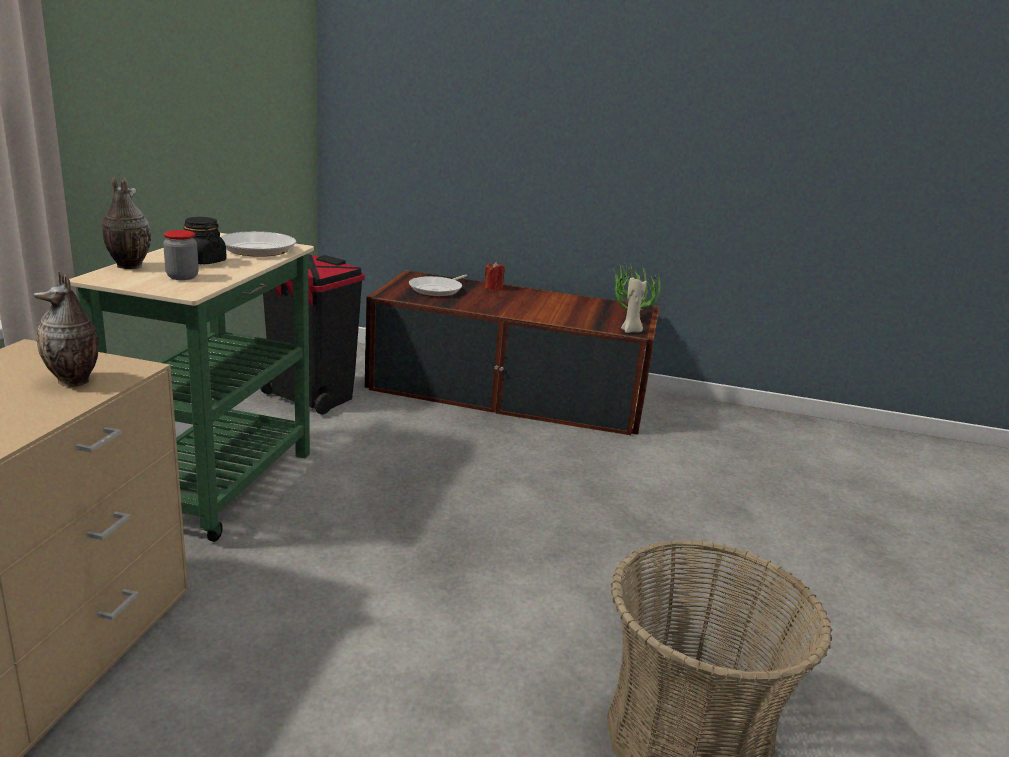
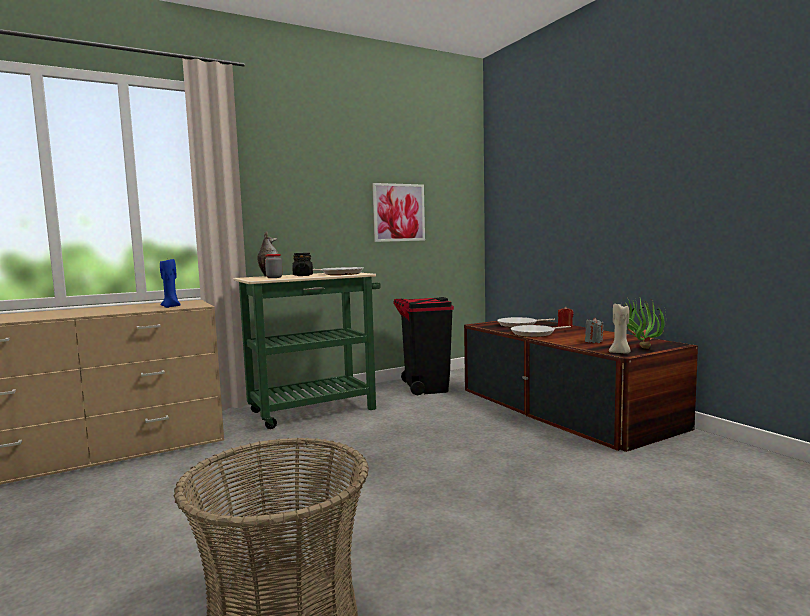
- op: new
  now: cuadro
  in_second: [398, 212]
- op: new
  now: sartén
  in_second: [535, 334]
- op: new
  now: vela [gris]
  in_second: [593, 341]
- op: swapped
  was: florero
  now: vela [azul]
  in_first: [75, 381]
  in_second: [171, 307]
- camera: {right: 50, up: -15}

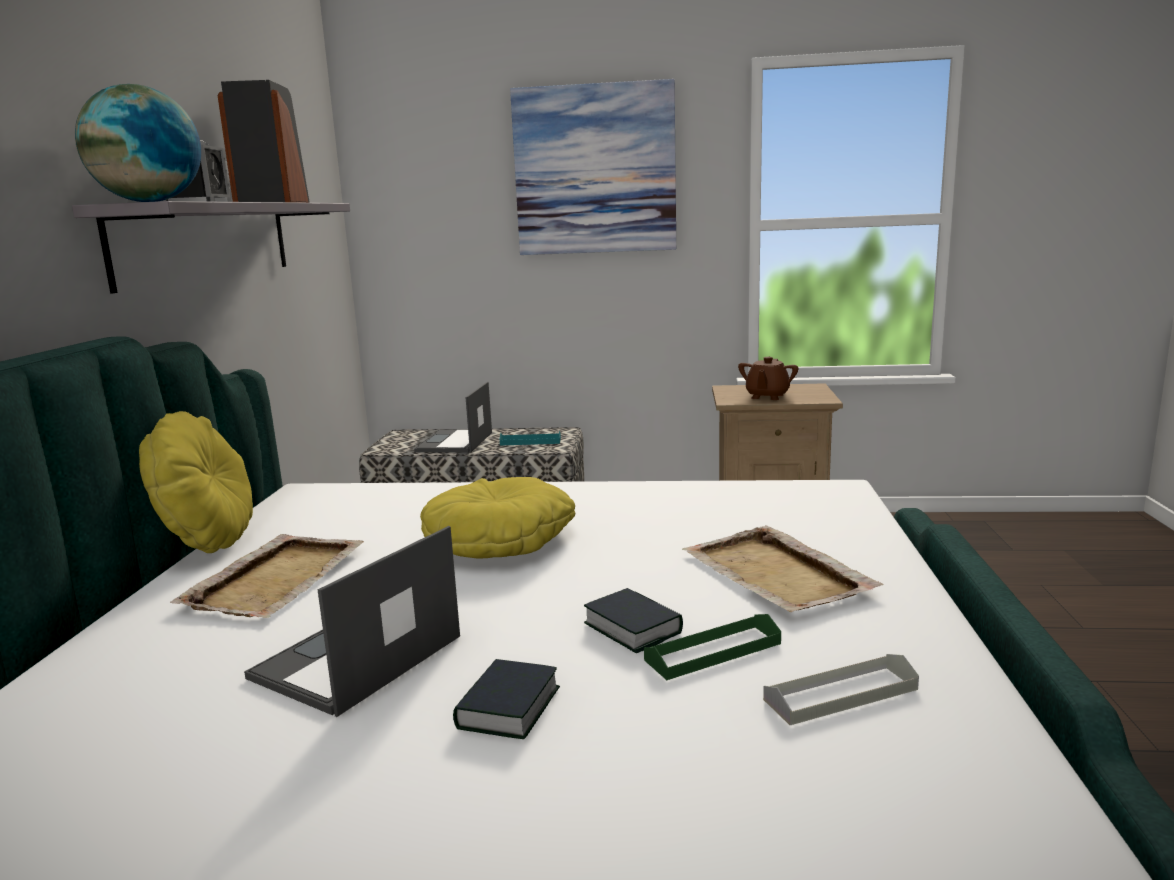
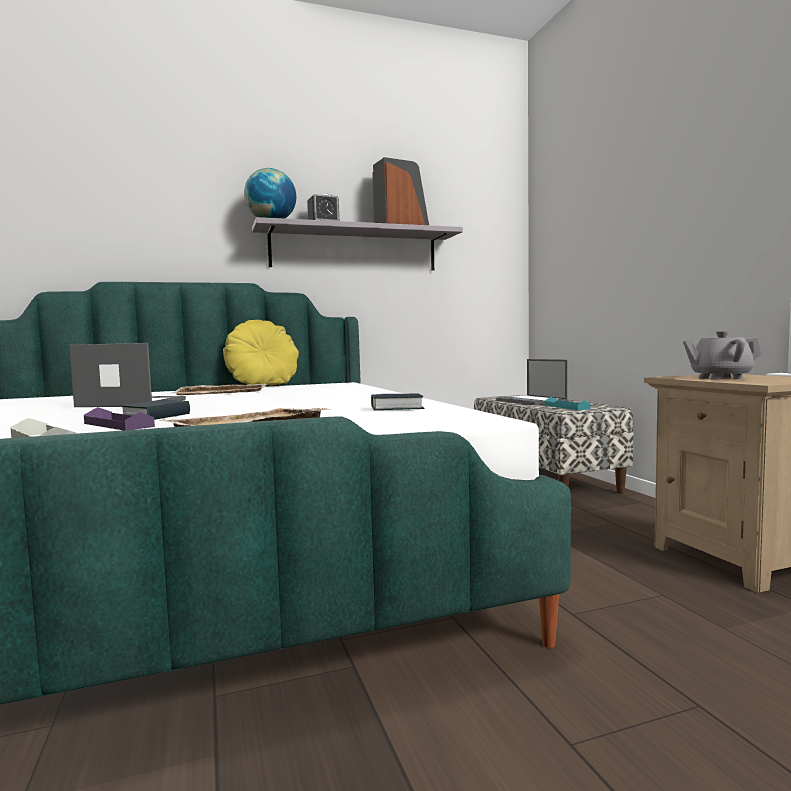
- op: gone
  was: cojín [amarillo]
  in_first: [496, 539]
- op: gone
  was: cuadro
  in_first: [595, 170]
- op: shifted
  was: libro
  in_first: [508, 708]
  in_second: [397, 408]
- op: repainted
  was: bandeja [verde]
  now: bandeja [morado]
  in_first: [713, 652]
  in_second: [118, 425]
- op: repainted
  was: tetera [marrón]
  now: tetera [gris]
  in_first: [767, 396]
  in_second: [720, 378]
- op: rotated
  was: portátil
  in_first: [455, 442]
  in_second: [532, 401]
  clockwise: -105
- camera: {right: 65, up: -10}

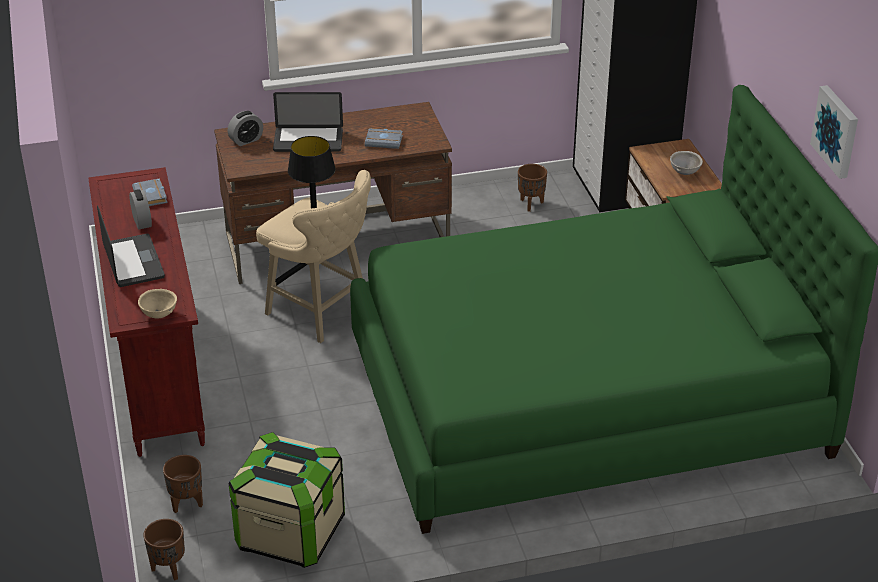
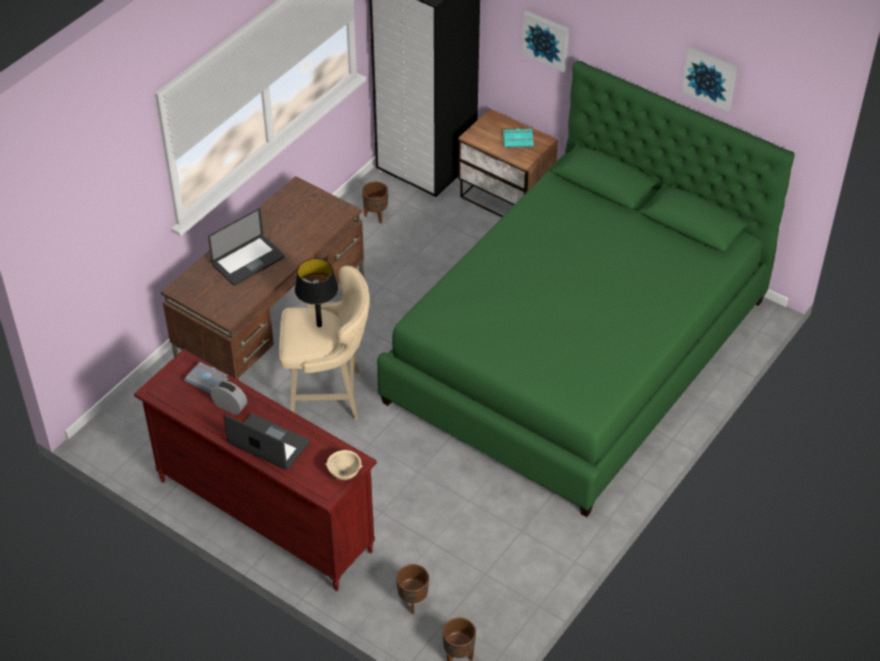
- op: gone
  was: despertador
  in_first: [246, 140]
- op: gone
  was: caja de almacenaje
  in_first: [290, 533]
- op: gone
  was: libro [gris]
  in_first: [384, 141]
- op: new
  now: cuadro
  in_second: [546, 39]
- op: swapped
  was: cuenco [gris]
  now: libro [turquesa]
  in_first: [685, 172]
  in_second: [518, 139]
- camera: {right: -40, up: 10}

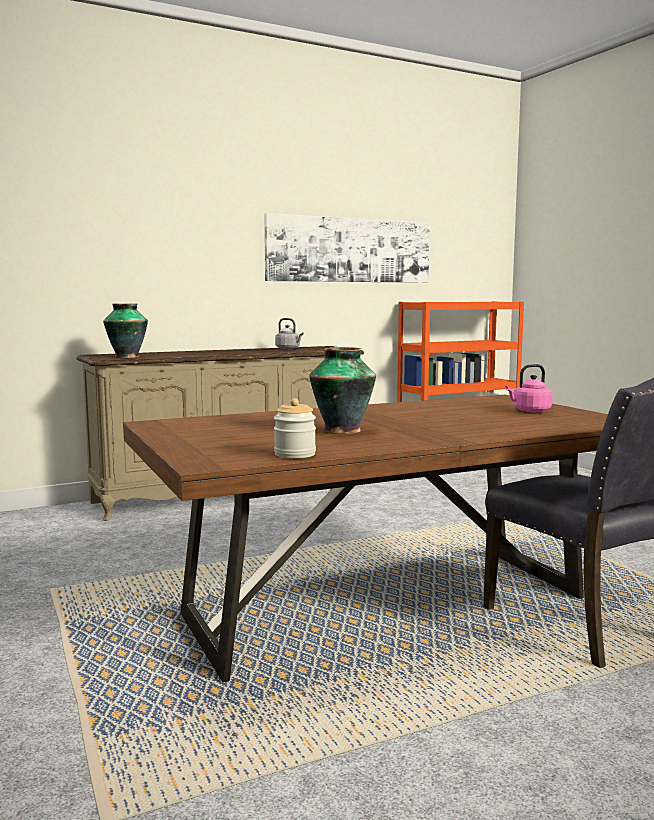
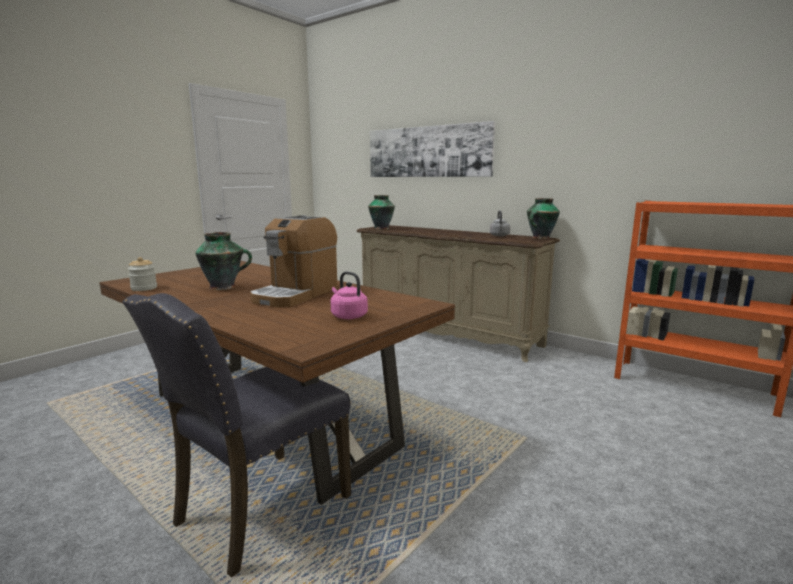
- op: new
  now: cafetera
  in_second: [296, 294]
- op: new
  now: florero
  in_second: [540, 238]
- op: shifted
  was: cuadro
  in_first: [350, 250]
  in_second: [427, 152]
- camera: {right: 65, up: 5}

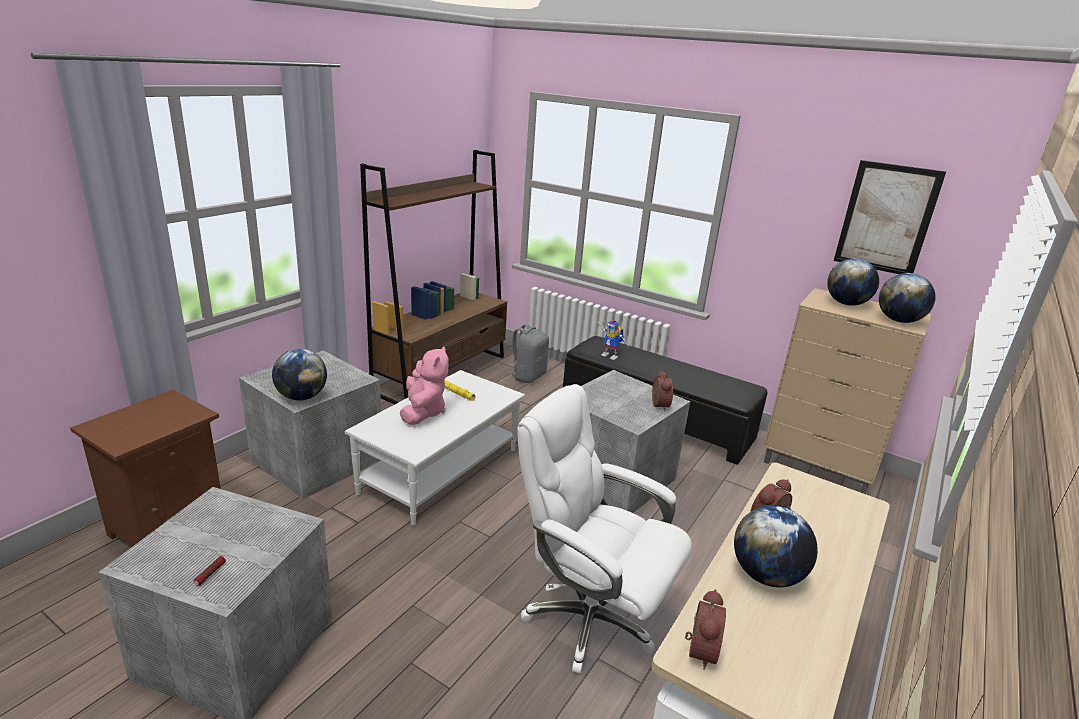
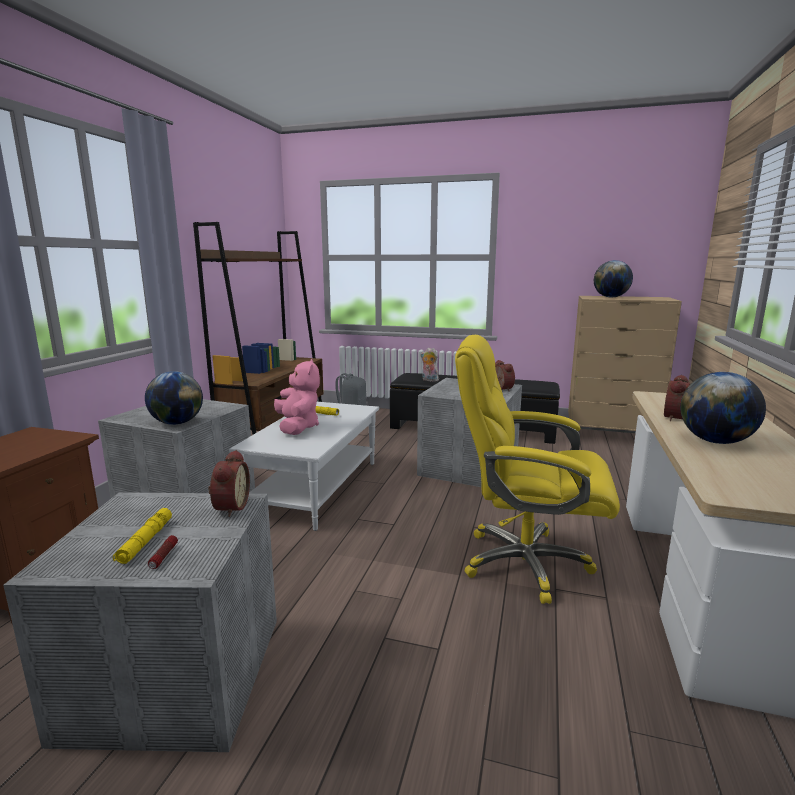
- op: gone
  was: cuadro
  in_first: [886, 218]
- op: gone
  was: globo terráqueo
  in_first: [899, 321]
- op: new
  now: linterna [amarillo]
  in_second: [145, 541]
- op: shifted
  was: despertador
  in_first: [698, 650]
  in_second: [229, 507]
- op: swapped
  was: robot de juguete
  now: peluche
  in_first: [612, 356]
  in_second: [429, 380]
- op: repainted
  was: silla de oficina [blanco]
  now: silla de oficina [amarillo]
  in_first: [592, 620]
  in_second: [528, 563]
- camera: {right: -15, up: -10}

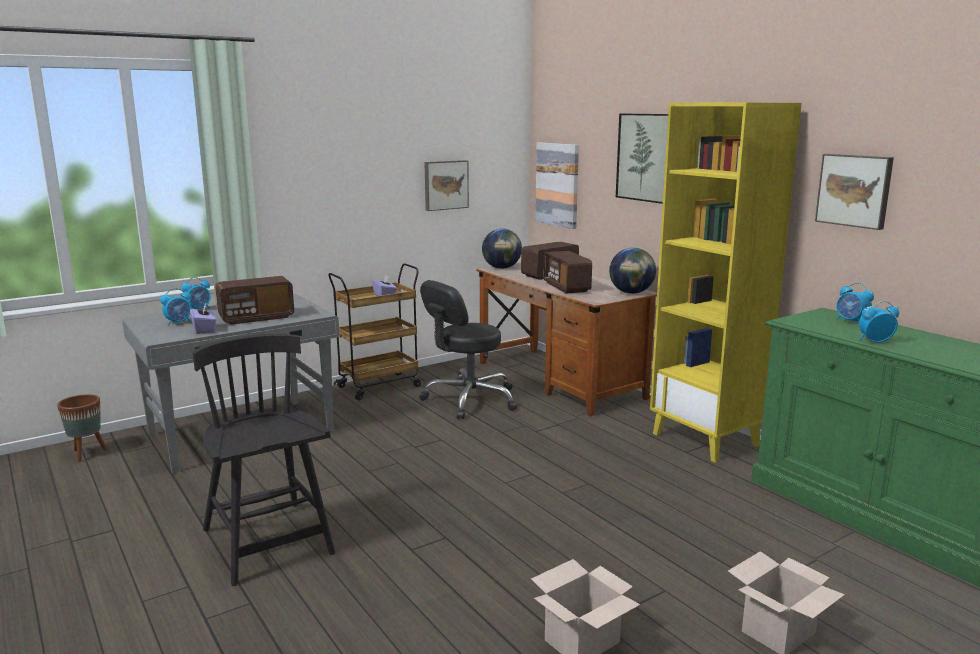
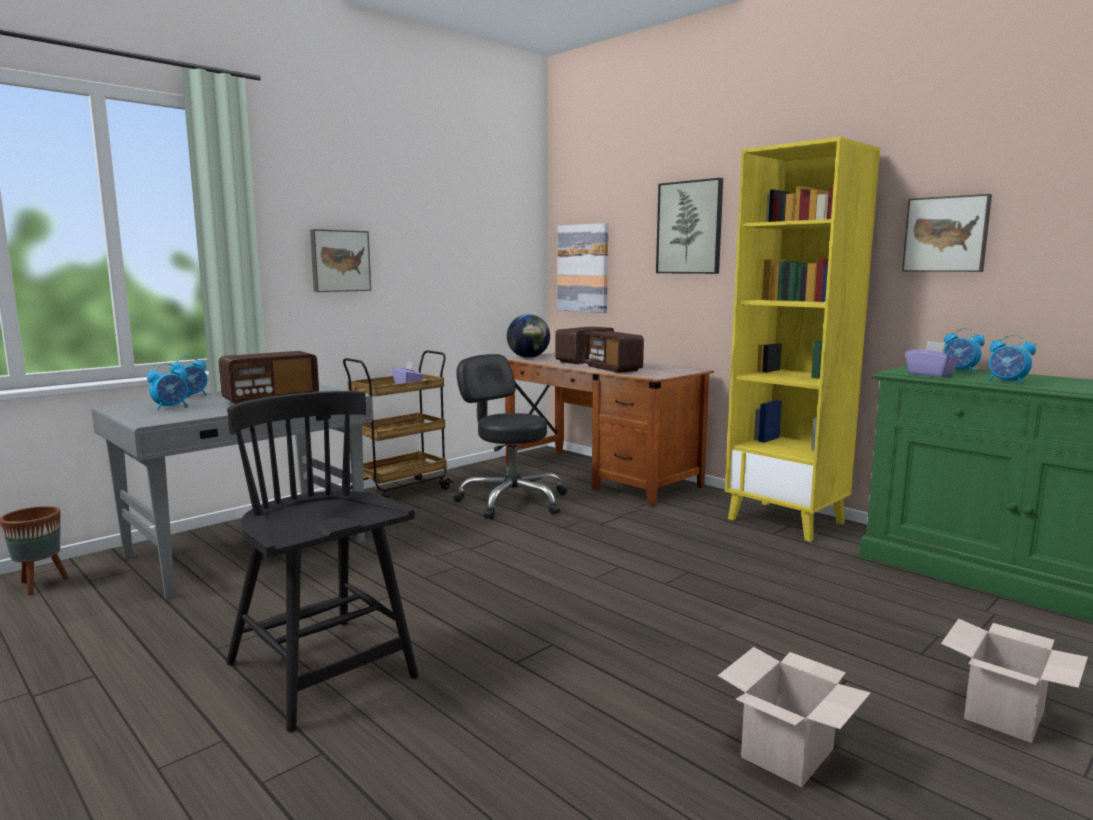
- op: gone
  was: globo terráqueo
  in_first: [631, 293]
- op: shifted
  was: caja de pañuelos [morado]
  in_first: [204, 330]
  in_second: [930, 375]
- op: shifted
  was: cuadro
  in_first: [445, 185]
  in_second: [339, 261]
- op: rotated
  was: silla de oficina [negro]
  in_first: [467, 401]
  in_second: [509, 500]
  clockwise: 90
- op: rotated
  was: despertador
  in_first: [874, 341]
  in_second: [1007, 382]
  clockwise: -120
- camera: {right: -10, up: -5}

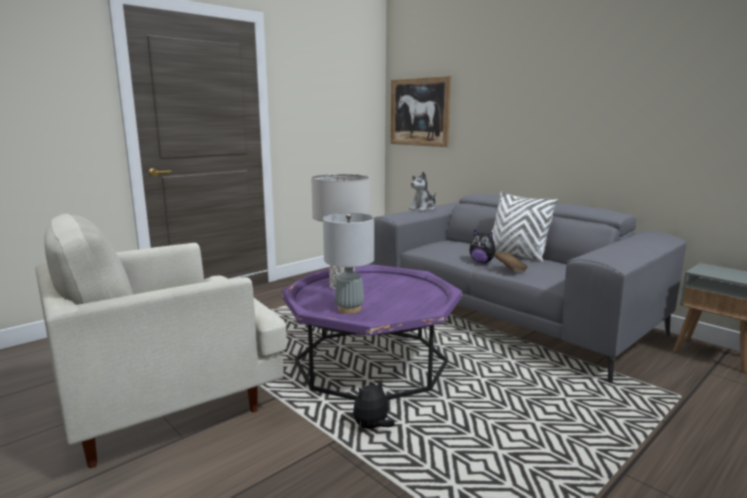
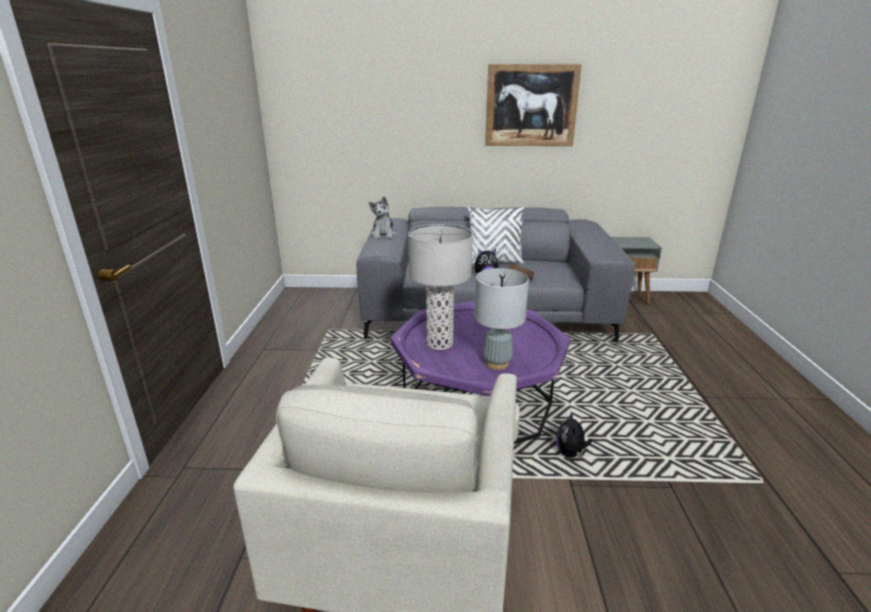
- op: shifted
  was: cuadro
  in_first: [419, 112]
  in_second: [531, 106]
- camera: {right: -45, up: 10}

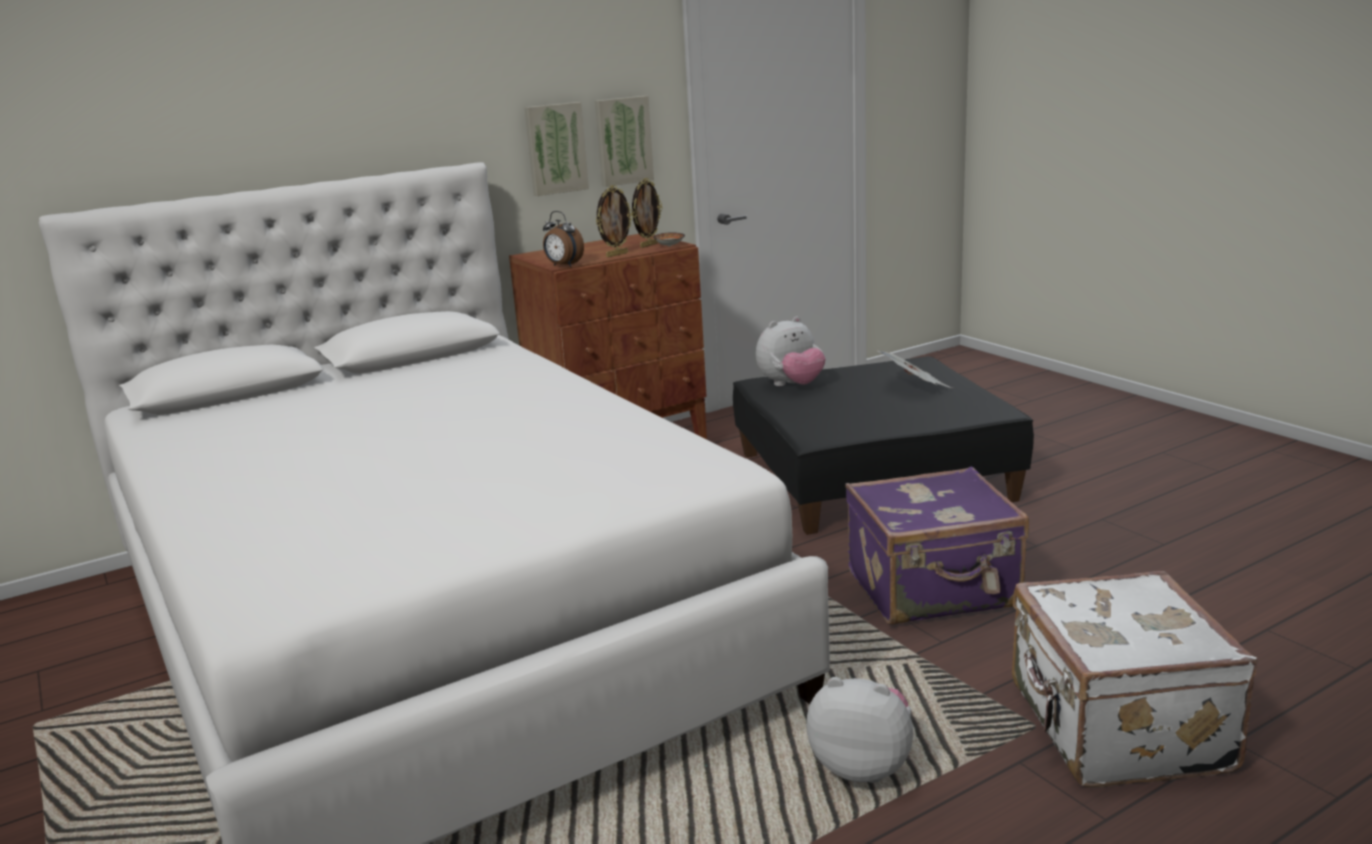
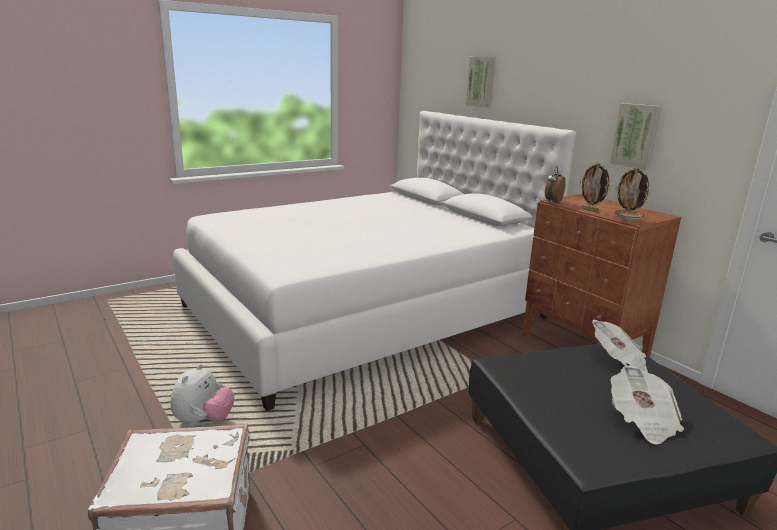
- op: gone
  was: maleta [morado]
  in_first: [934, 590]
- op: shifted
  was: cuadro
  in_first: [623, 140]
  in_second: [481, 82]
- op: swapped
  was: peluche
  now: periódico
  in_first: [791, 385]
  in_second: [618, 360]
- camera: {right: 85, up: 0}

